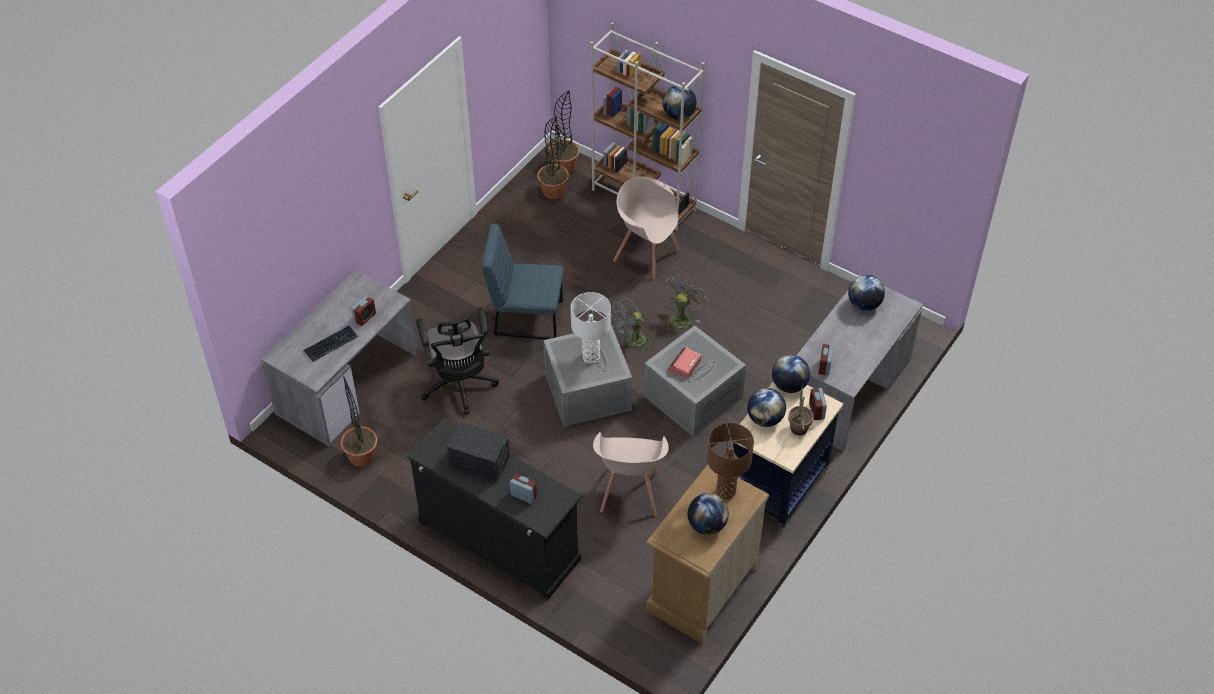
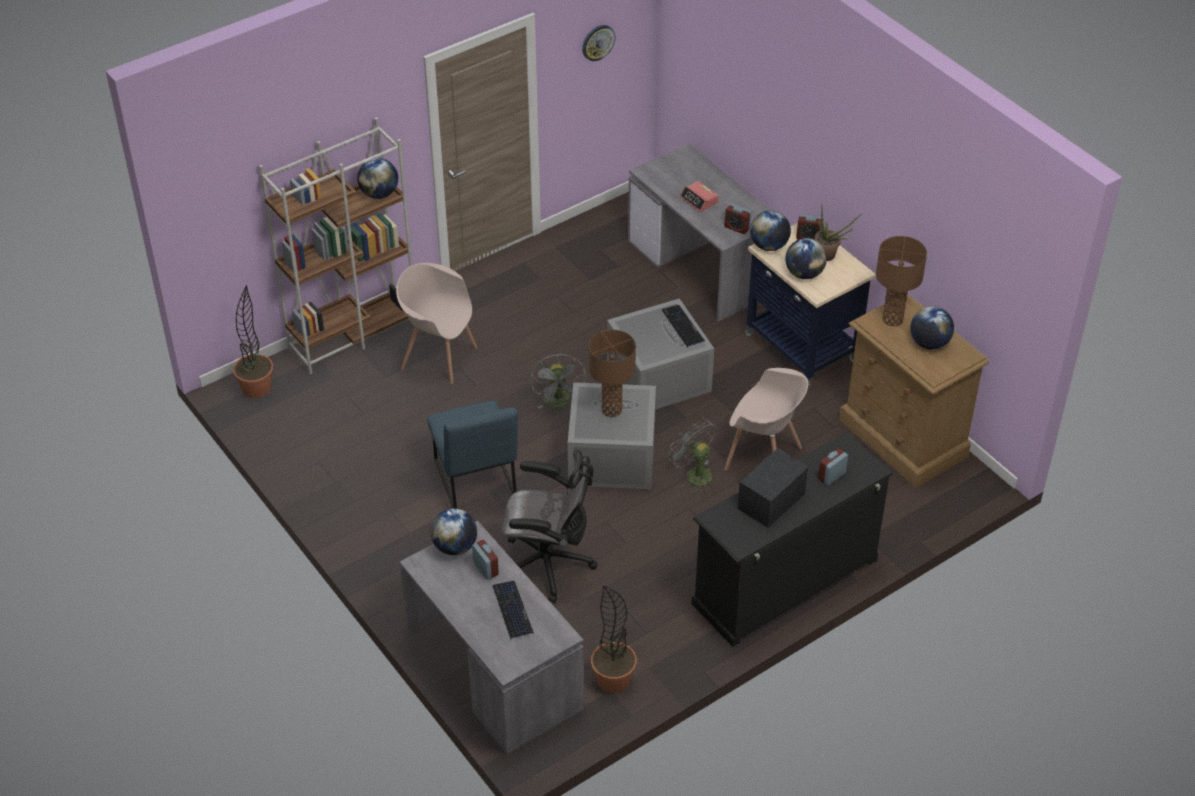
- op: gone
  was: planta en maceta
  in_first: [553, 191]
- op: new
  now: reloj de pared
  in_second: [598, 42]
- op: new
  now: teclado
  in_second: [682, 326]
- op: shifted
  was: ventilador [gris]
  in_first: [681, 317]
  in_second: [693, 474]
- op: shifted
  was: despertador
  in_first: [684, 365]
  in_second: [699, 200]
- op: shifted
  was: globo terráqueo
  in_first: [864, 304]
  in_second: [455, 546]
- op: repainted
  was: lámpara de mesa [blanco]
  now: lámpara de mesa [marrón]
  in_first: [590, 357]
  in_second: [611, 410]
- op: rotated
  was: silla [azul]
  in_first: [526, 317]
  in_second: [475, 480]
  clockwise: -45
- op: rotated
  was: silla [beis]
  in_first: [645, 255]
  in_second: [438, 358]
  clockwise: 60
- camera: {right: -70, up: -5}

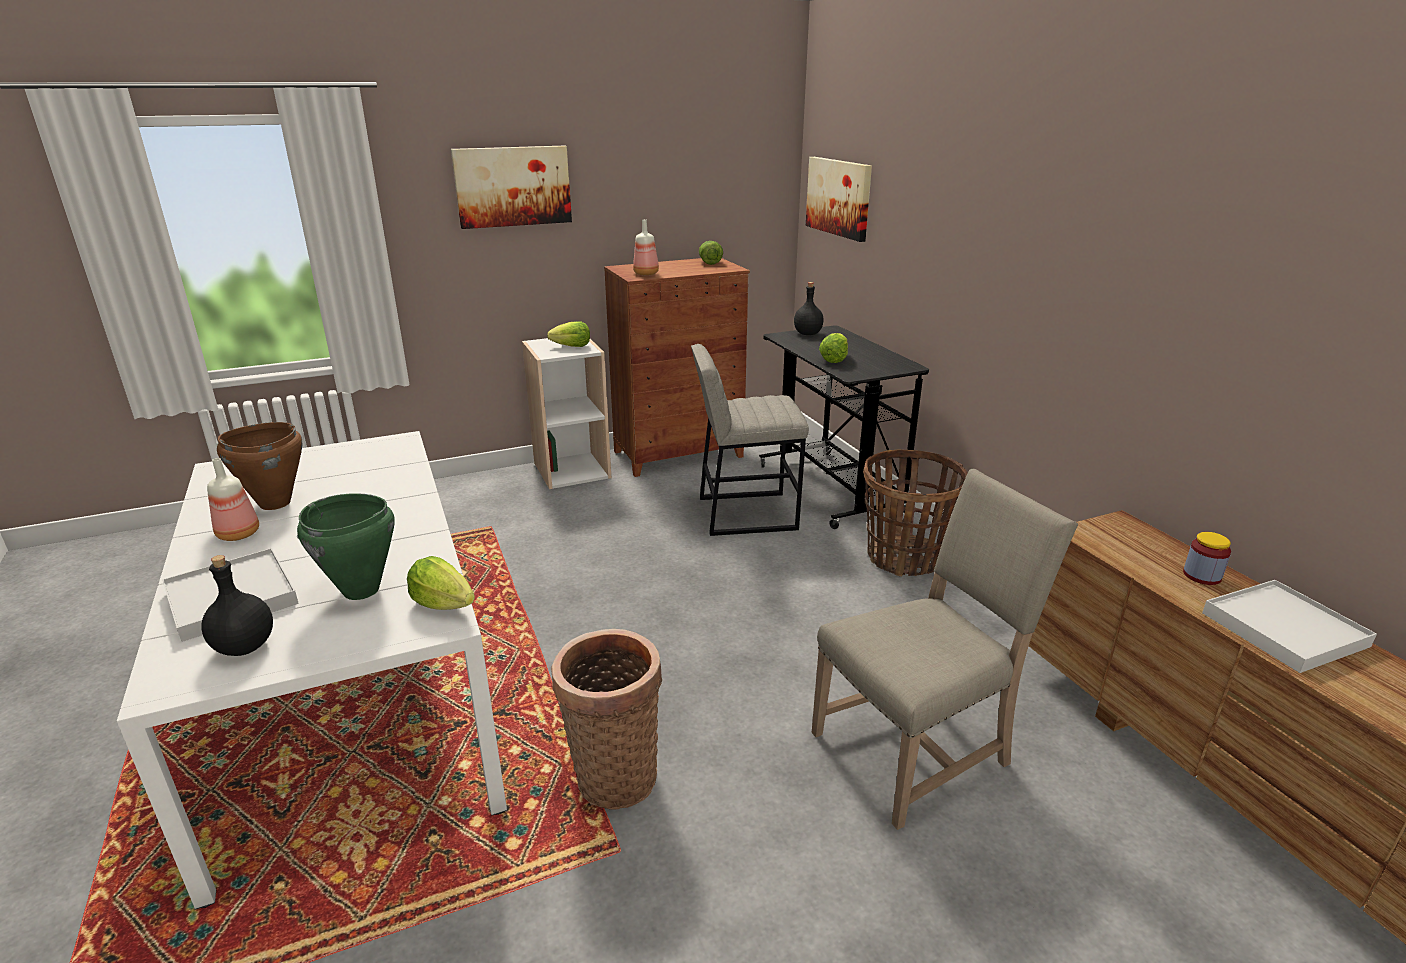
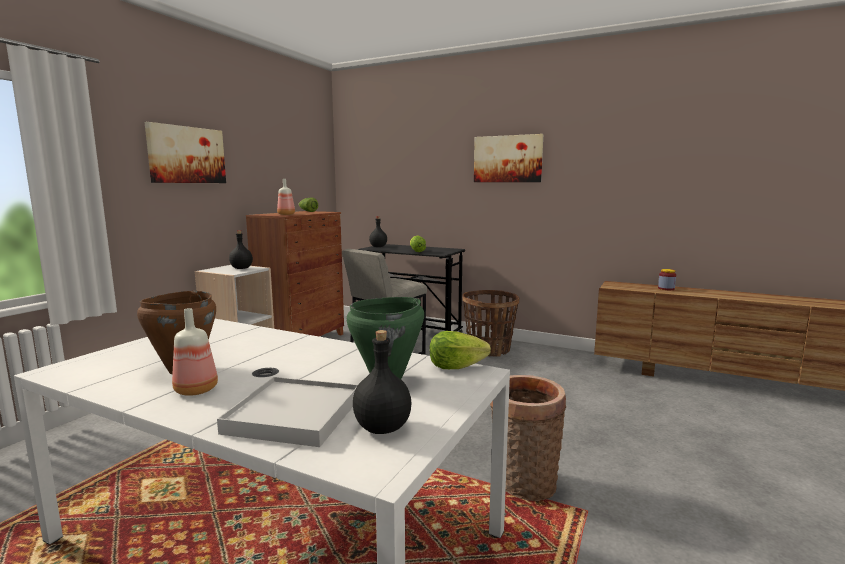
- op: gone
  was: silla [beis]
  in_first: [917, 749]
- op: gone
  was: bandeja [blanco]
  in_first: [1283, 629]
- op: shifted
  was: cuadro
  in_first: [839, 197]
  in_second: [507, 159]
- op: swapped
  was: lechuga
  now: botella [negro]
  in_first: [572, 347]
  in_second: [242, 268]
- camera: {right: -40, up: -15}

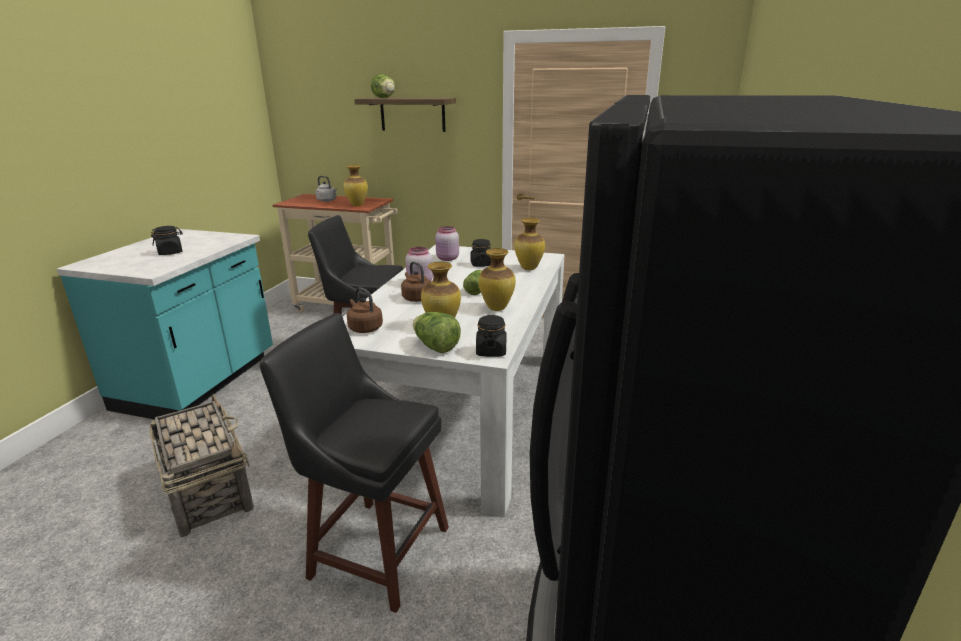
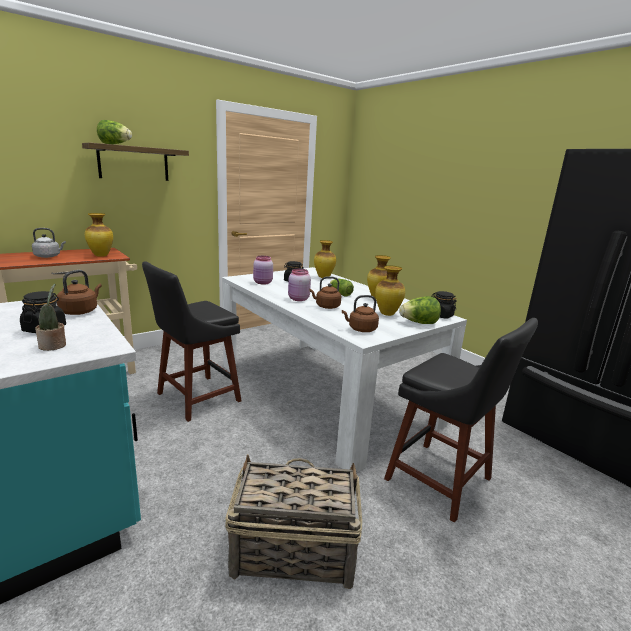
- op: new
  now: planta en maceta
  in_second: [54, 346]
- op: new
  now: hervidor [marrón]
  in_second: [80, 311]
- op: rotated
  was: silla [negro]
  in_first: [374, 548]
  in_second: [443, 481]
  clockwise: -105
- camera: {right: -55, up: -5}

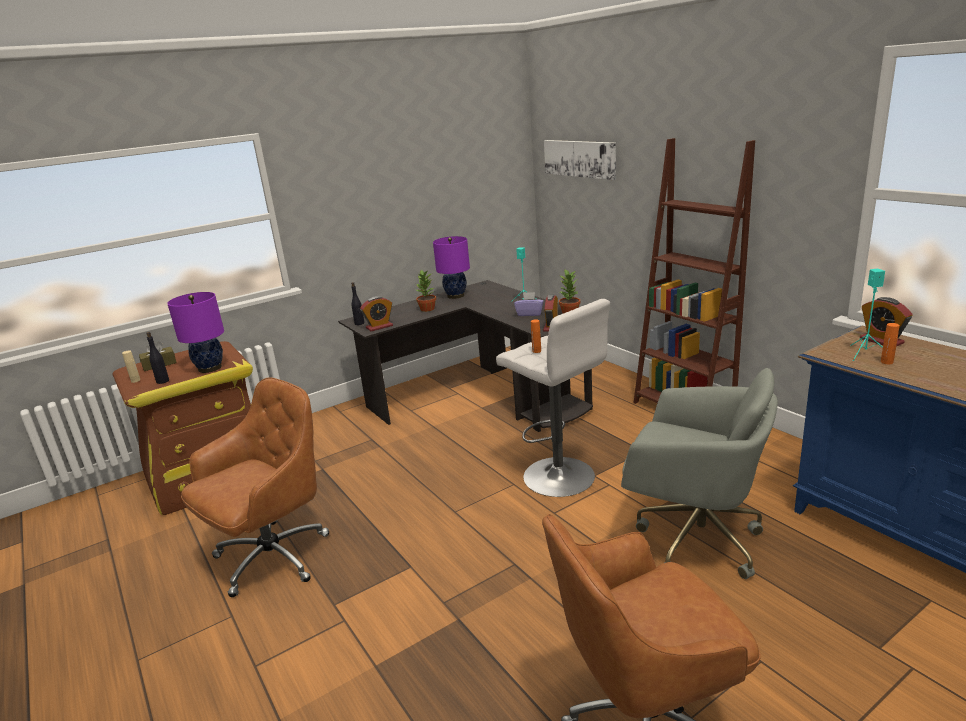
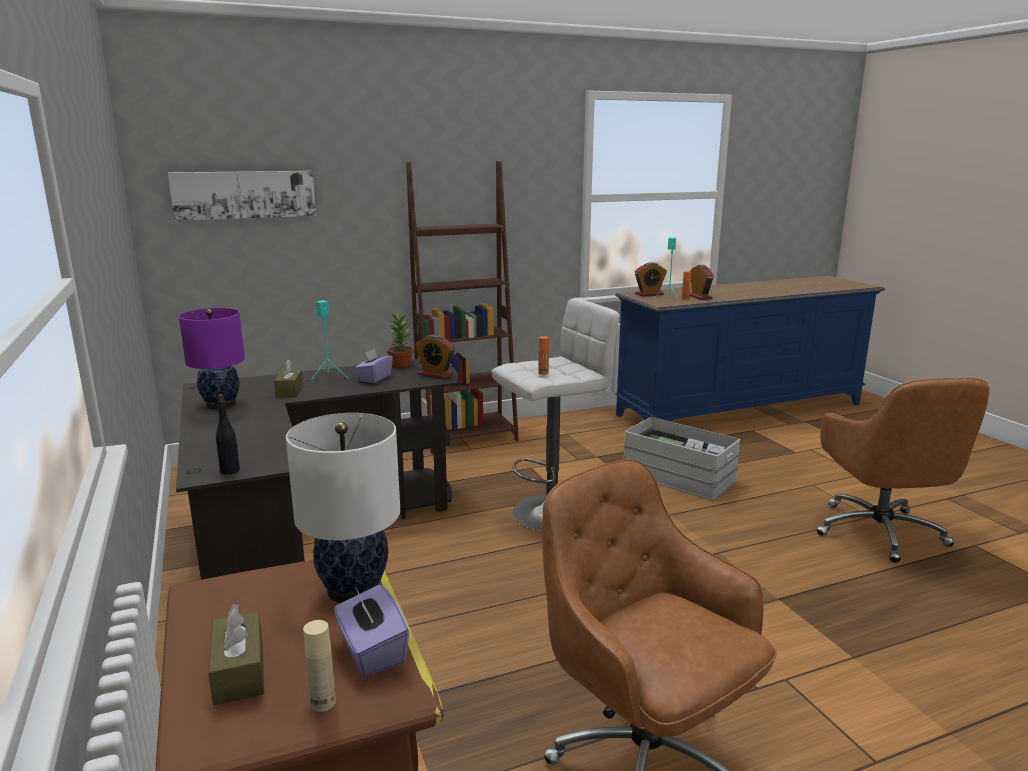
- op: gone
  was: planta en maceta
  in_first: [427, 309]
- op: new
  now: caja de pañuelos [marrón]
  in_second: [289, 390]
- op: shifted
  was: despertador
  in_first: [379, 327]
  in_second: [699, 297]
- op: swapped
  was: botella [negro]
  now: caja de pañuelos [morado]
  in_first: [162, 381]
  in_second: [371, 651]
- op: swapped
  was: silla de oficina [gris]
  now: caja de almacenaje [gris]
  in_first: [693, 541]
  in_second: [679, 477]
- op: repainted
  was: lámpara de mesa [morado]
  now: lámpara de mesa [blanco]
  in_first: [210, 368]
  in_second: [353, 588]
- camera: {right: -80, up: -5}

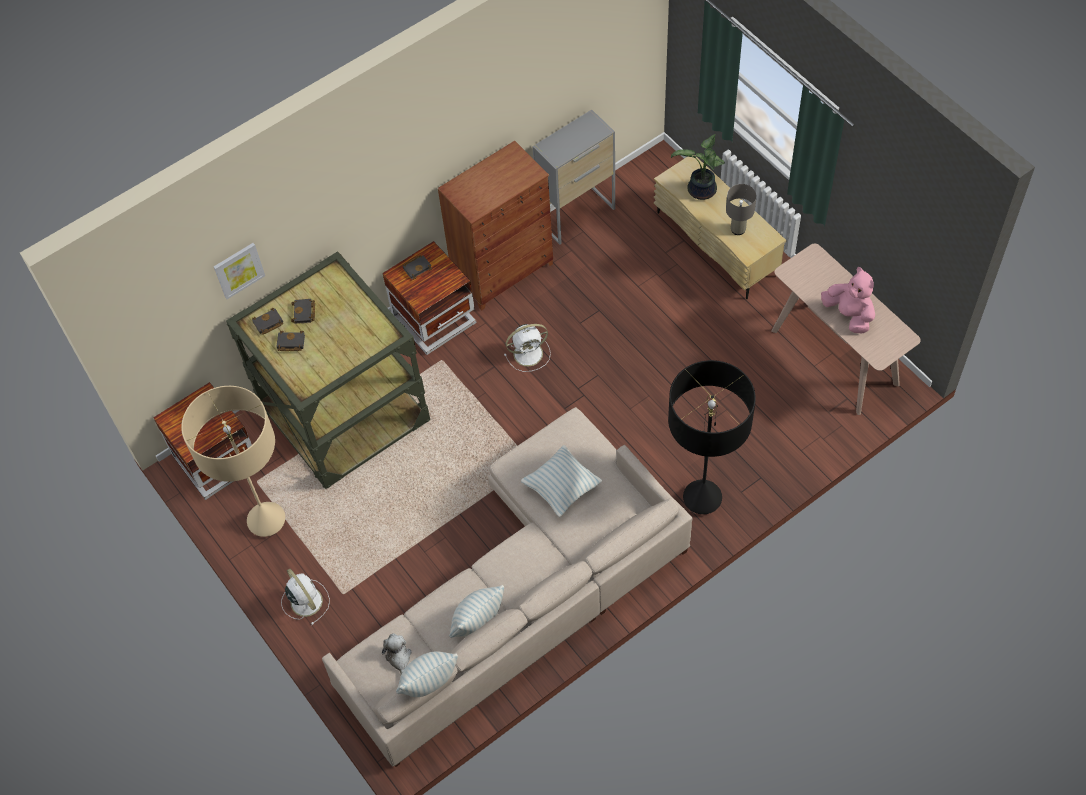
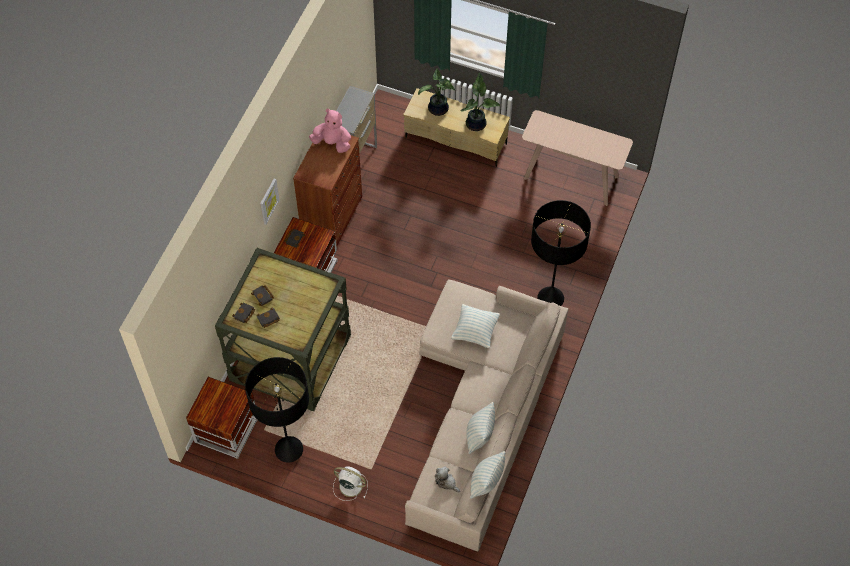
- op: gone
  was: ventilador [blanco]
  in_first: [529, 353]
- op: shifted
  was: cuadro
  in_first: [238, 270]
  in_second: [268, 201]
- op: shifted
  was: peluche [rosa]
  in_first: [849, 314]
  in_second: [332, 143]
- op: swapped
  was: lámpara de mesa [gris]
  now: planta en maceta
  in_first: [738, 229]
  in_second: [477, 123]
- op: repainted
  was: lámpara de pie [beis]
  now: lámpara de pie [negro]
  in_first: [267, 521]
  in_second: [289, 451]
- camera: {right: -35, up: 0}

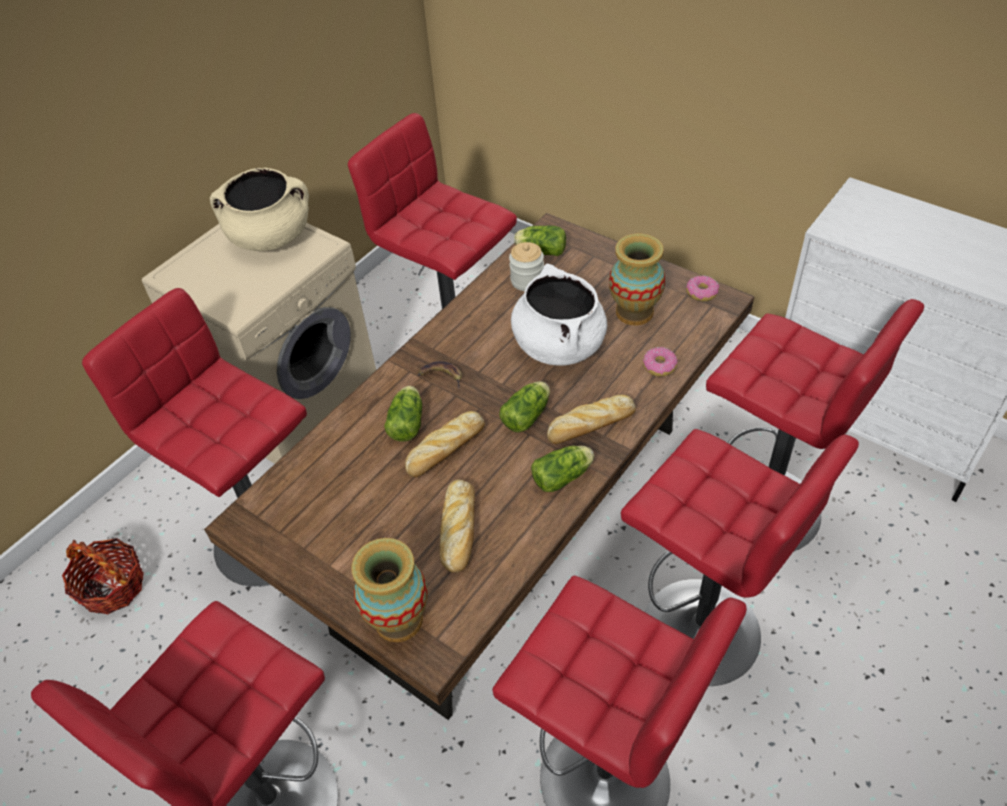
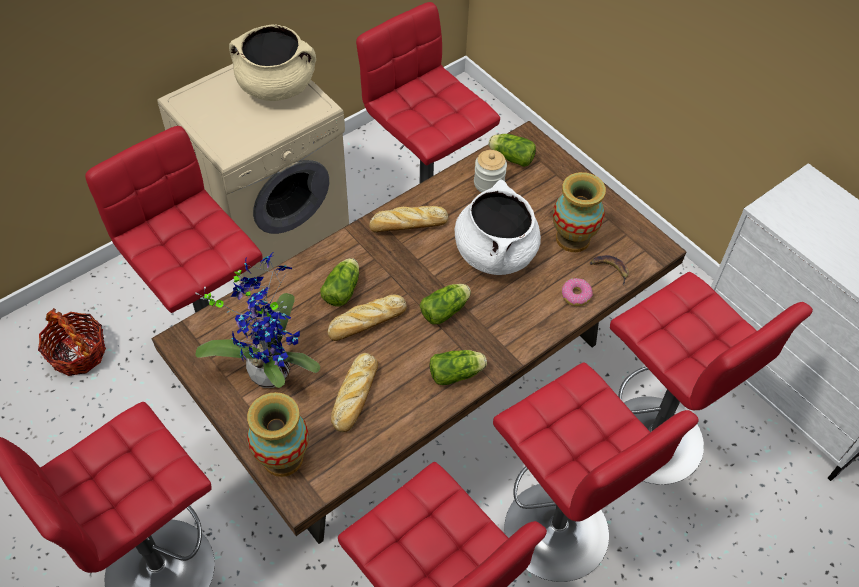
- op: gone
  was: rosquilla
  in_first: [701, 293]
- op: new
  now: planta en maceta
  in_second: [269, 367]
- op: shifted
  was: plátano
  in_first: [441, 376]
  in_second: [609, 269]
- op: shifted
  was: pan
  in_first: [589, 425]
  in_second: [407, 225]
- camera: {right: 10, up: 5}

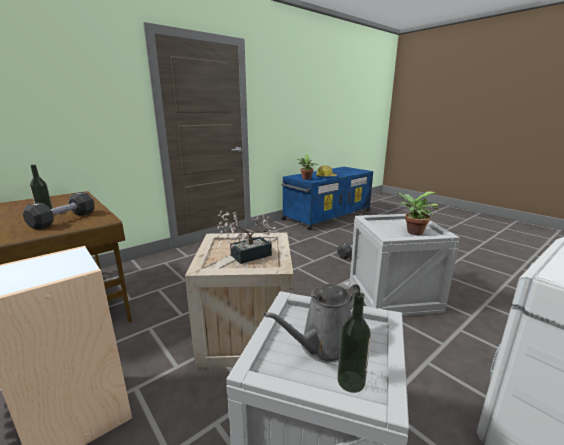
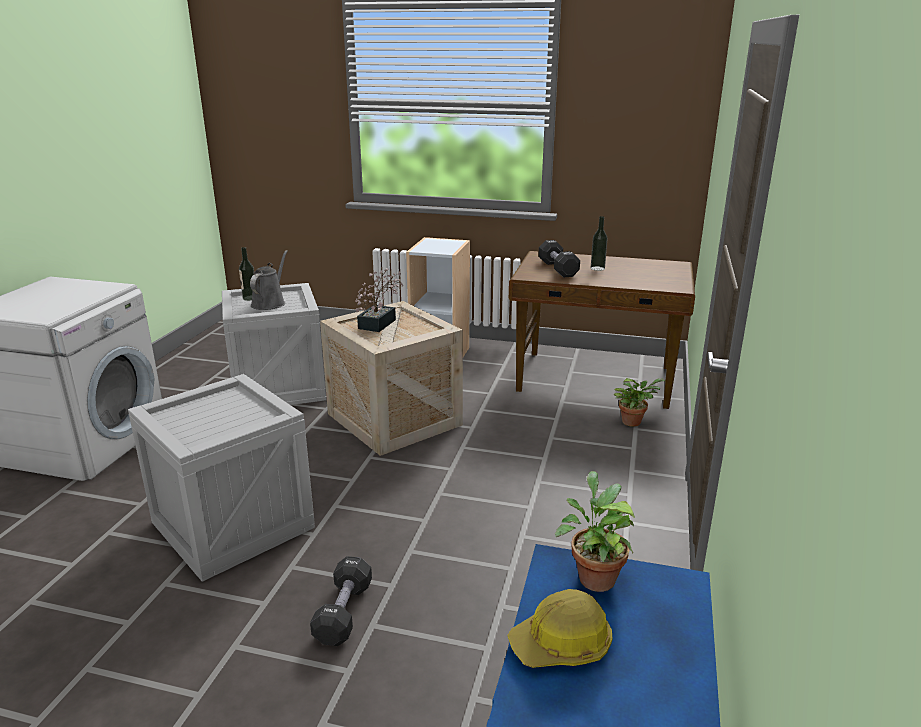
- op: shifted
  was: planta en maceta
  in_first: [412, 232]
  in_second: [633, 421]
- camera: {right: 145, up: 5}

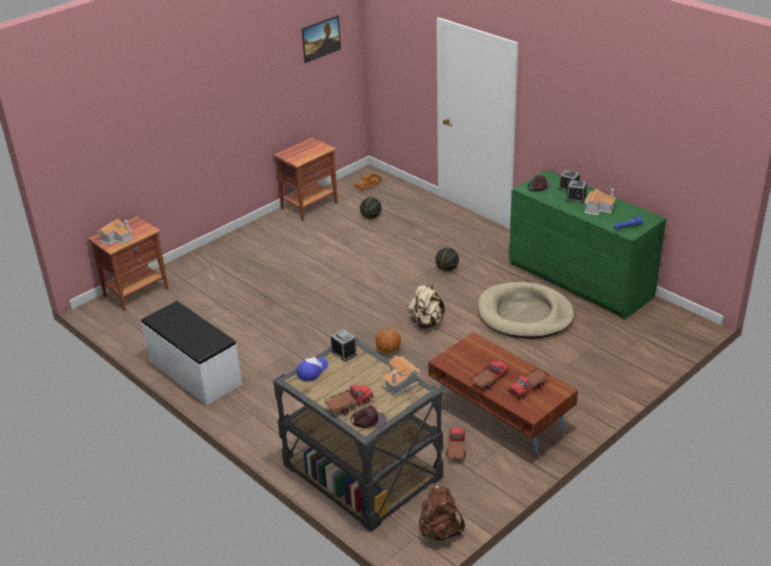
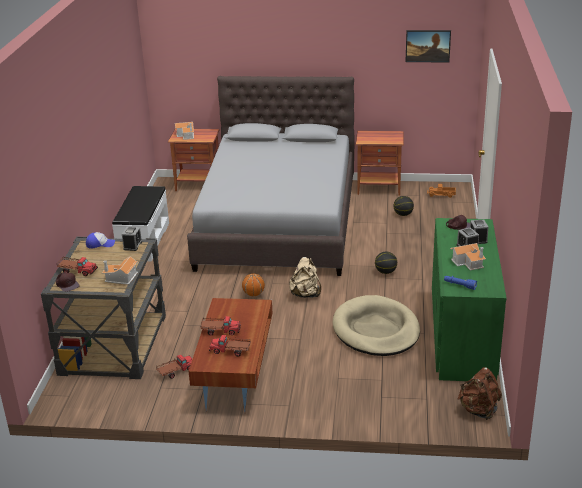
- op: new
  now: cama [gris]
  in_second: [279, 222]
- op: shifted
  was: mochila [marrón]
  in_first: [440, 531]
  in_second: [479, 410]
- camera: {right: 50, up: -5}

